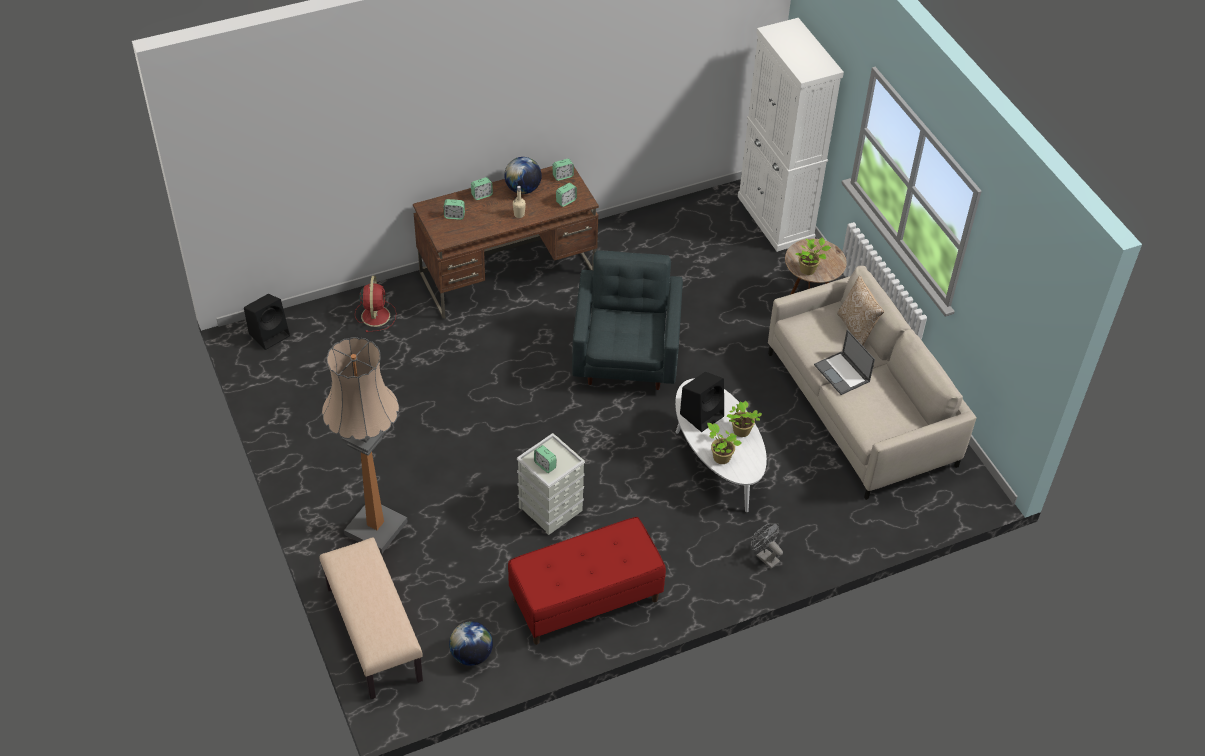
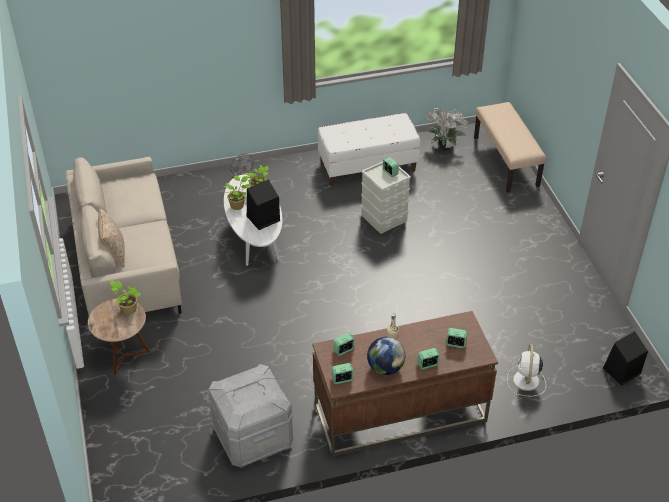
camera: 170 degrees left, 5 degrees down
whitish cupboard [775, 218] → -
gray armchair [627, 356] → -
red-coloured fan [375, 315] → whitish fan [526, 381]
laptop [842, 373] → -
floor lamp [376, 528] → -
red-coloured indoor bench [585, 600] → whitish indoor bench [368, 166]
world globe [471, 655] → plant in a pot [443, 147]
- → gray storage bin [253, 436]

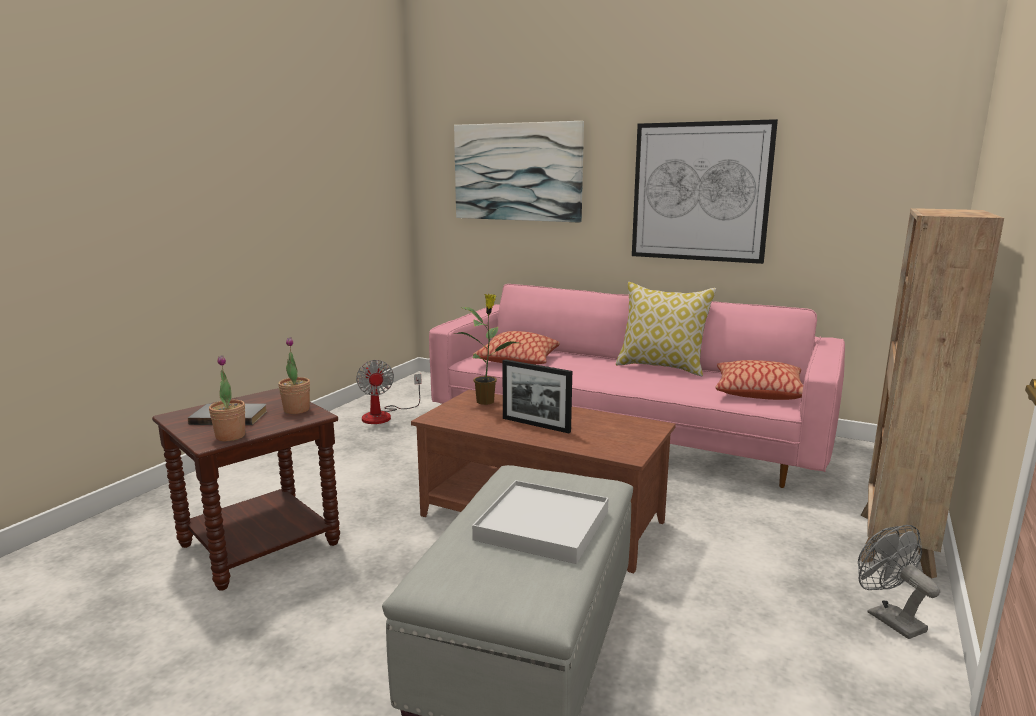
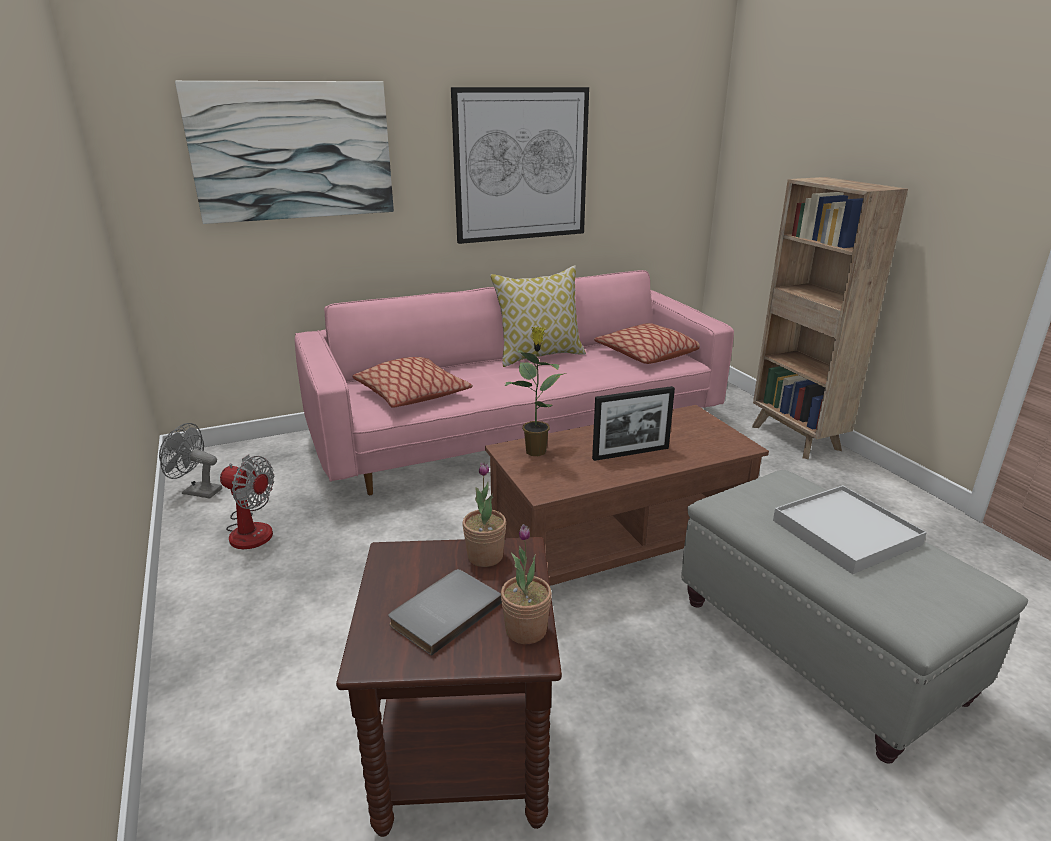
camera: 50 degrees left, 10 degrees up
gray fan [888, 618] → gray fan [197, 491], shifted

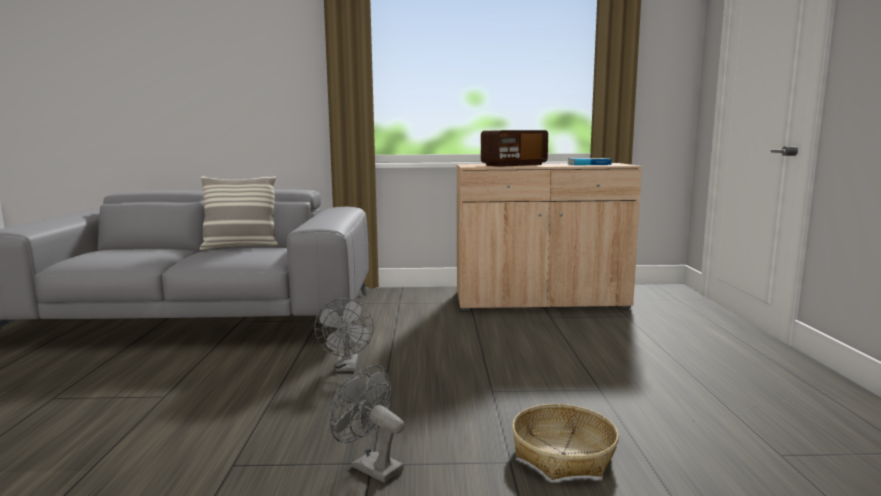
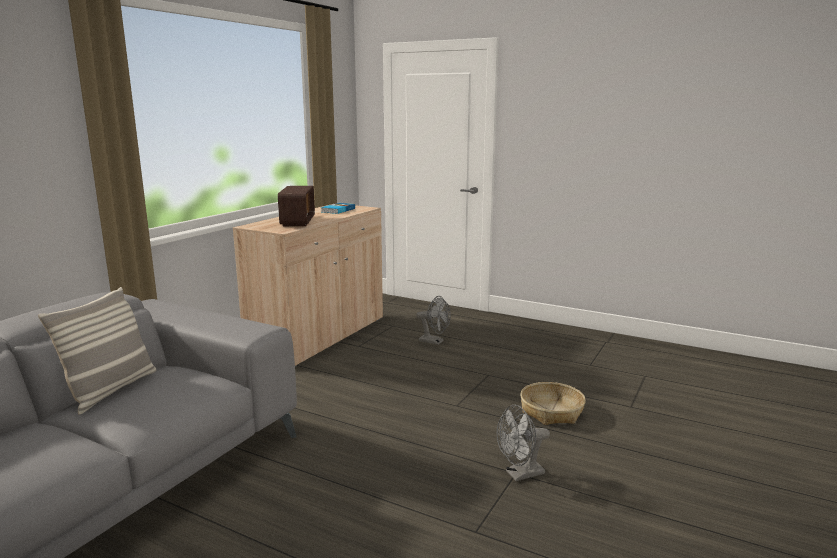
camera: 60 degrees left, 5 degrees up
gray fan [347, 367] → gray fan [434, 342], shifted

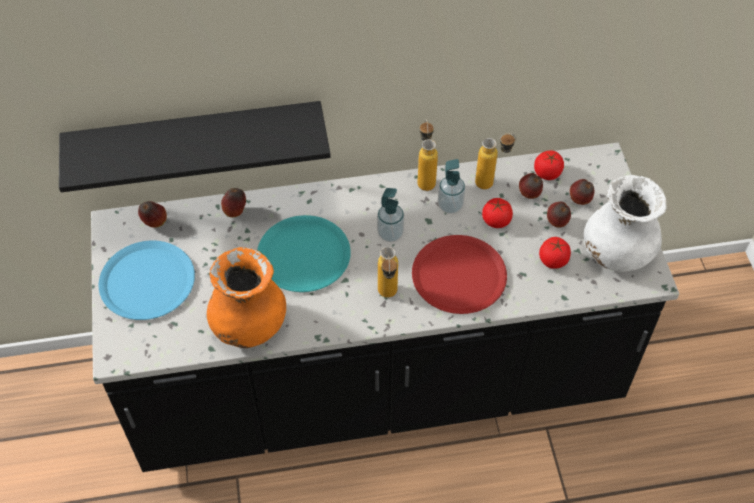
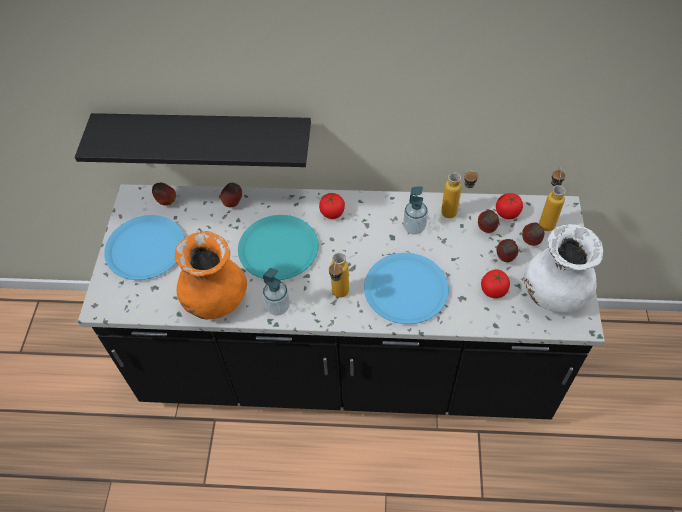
camera: 15 degrees right, 0 degrees up
beverage bottle [425, 178] → beverage bottle [546, 220], shifted
soap dispenser [390, 234] → soap dispenser [278, 307], shifted
whole tomato [496, 221] → whole tomato [332, 213], shifted
red-coloured plate [459, 275] → blue-coloured plate [406, 289]

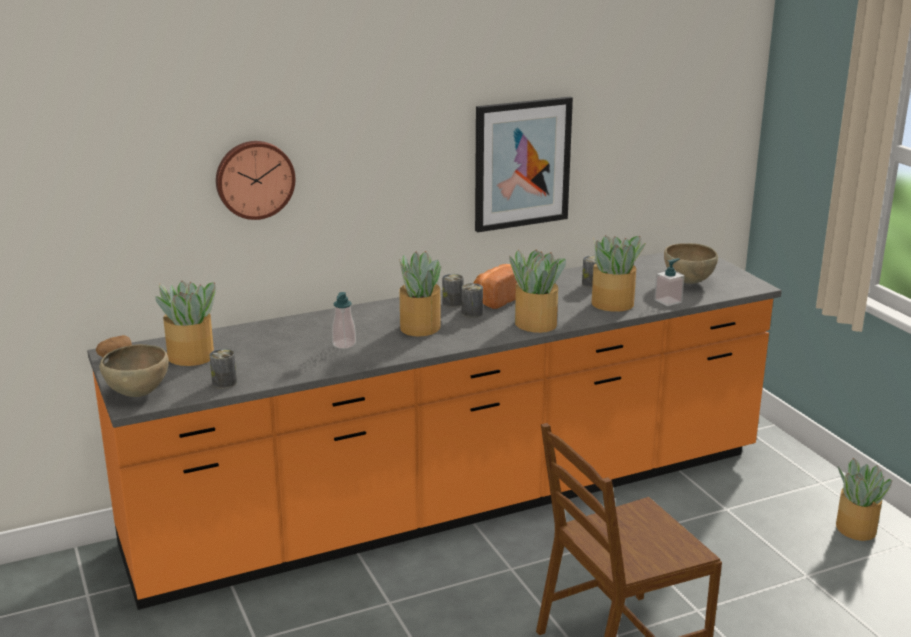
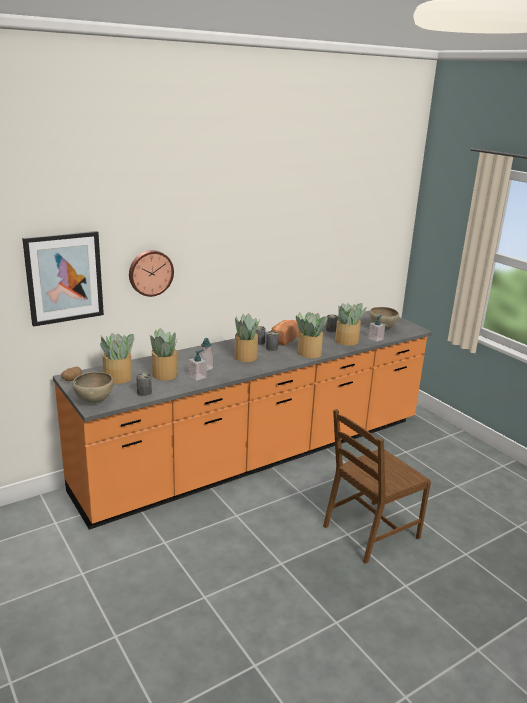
camera: 10 degrees left, 0 degrees up
wall picture [522, 163] → wall picture [64, 277], shifted
plant in a pot [856, 529] → plant in a pot [164, 374], shifted
- → soap dispenser [197, 377]

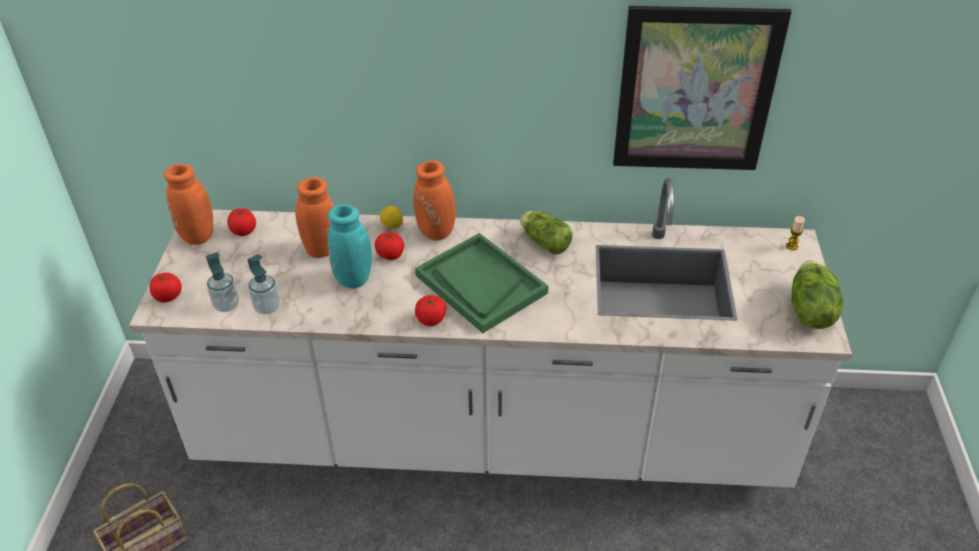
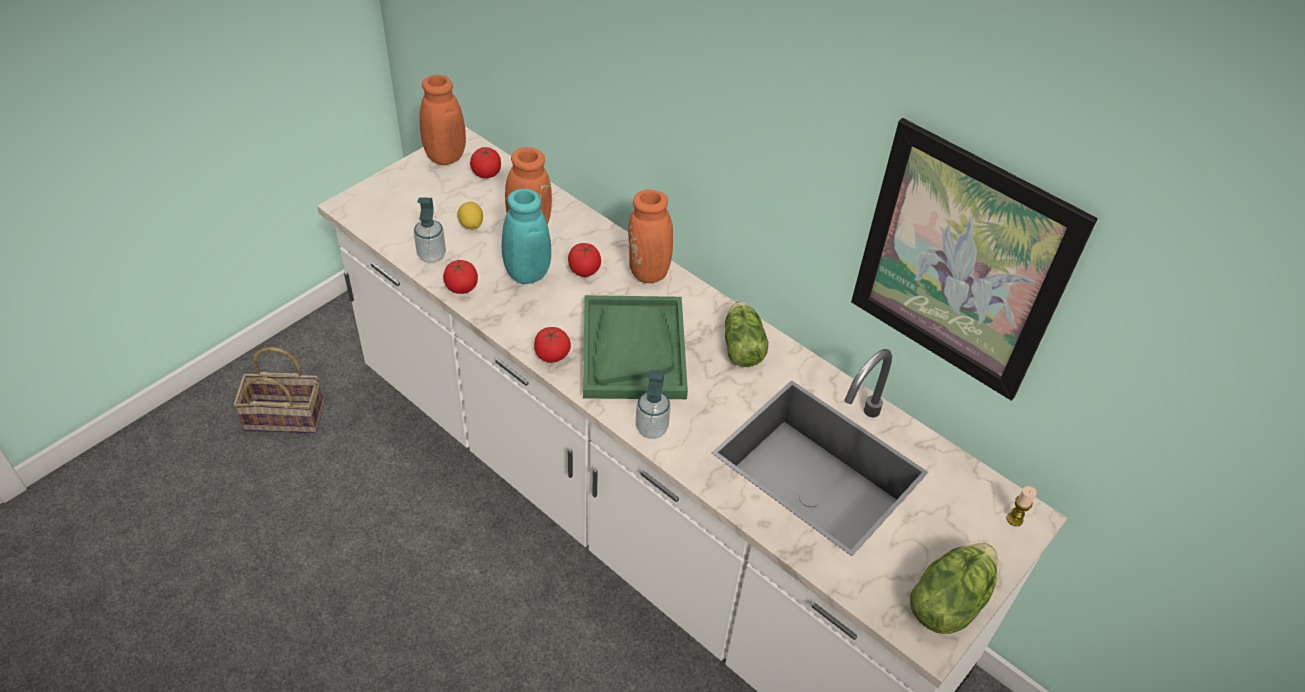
camera: 35 degrees right, 5 degrees up
citrus fruit [392, 226] → citrus fruit [471, 225], shifted
soap dispenser [226, 305] → soap dispenser [651, 428], shifted
whole tomato [168, 296] → whole tomato [461, 287], shifted

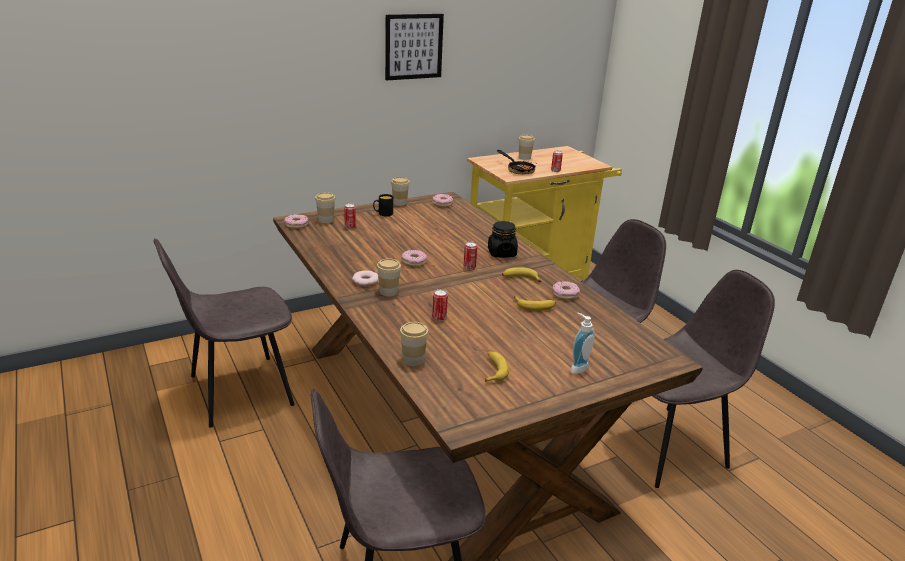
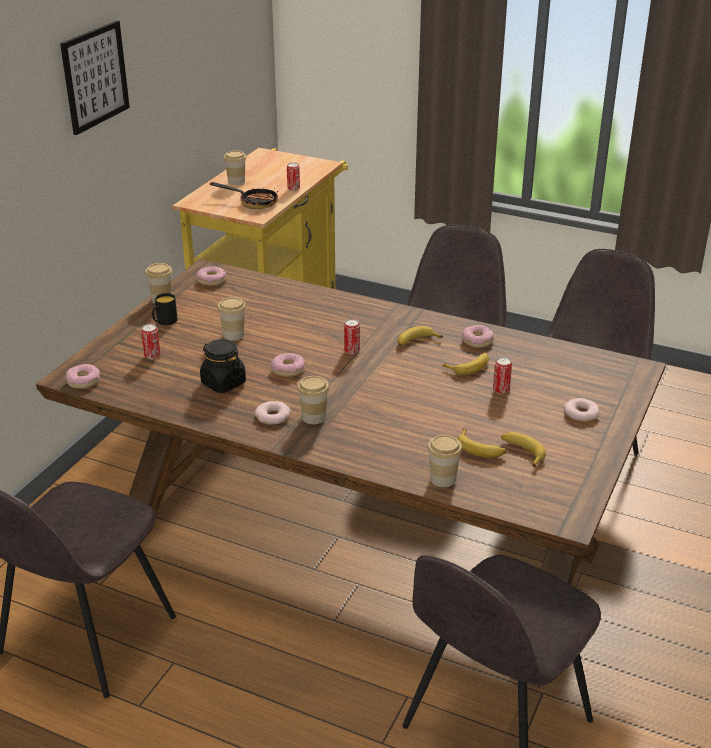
camera: 35 degrees left, 5 degrees up
small cup [326, 220] → small cup [233, 335], shifted
black preserve jar [501, 253] → black preserve jar [223, 383], shifted
metal can [439, 318] → metal can [501, 390], shifted
soap dispenser [577, 367] → ring doughnut [581, 413]
- → banana [480, 449]

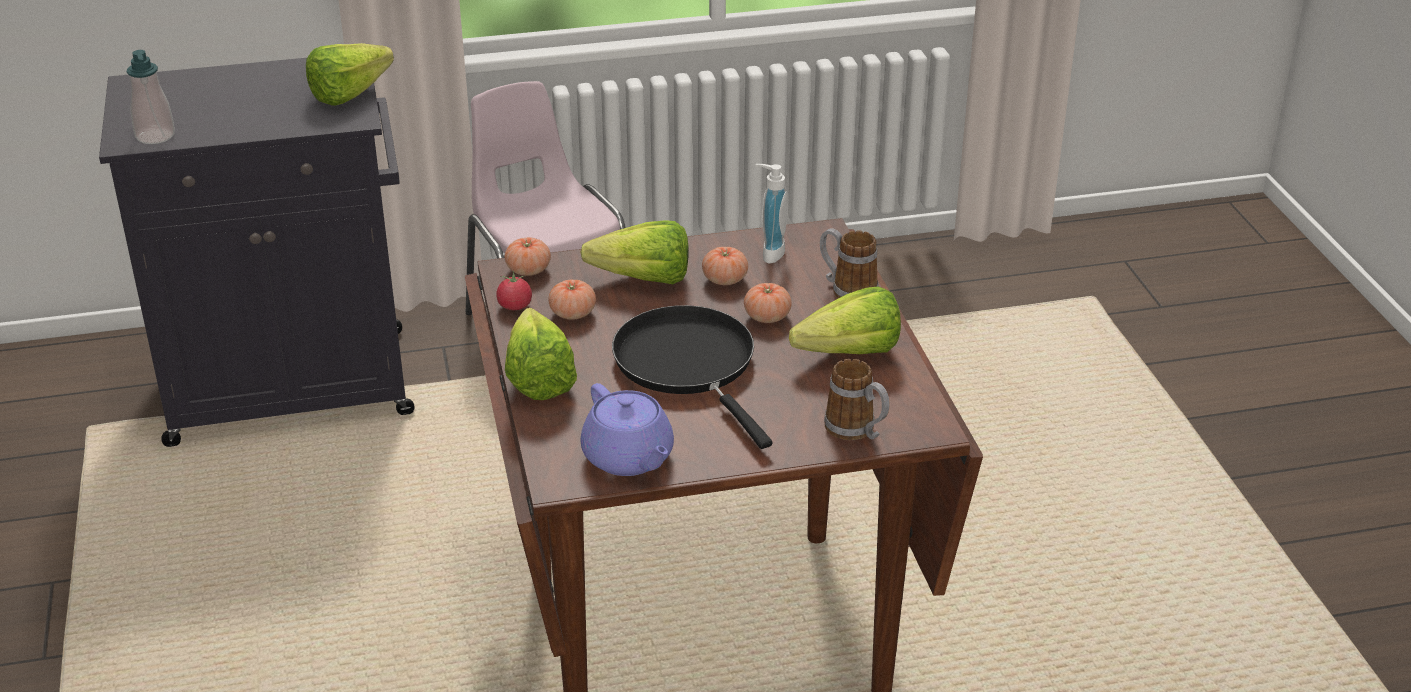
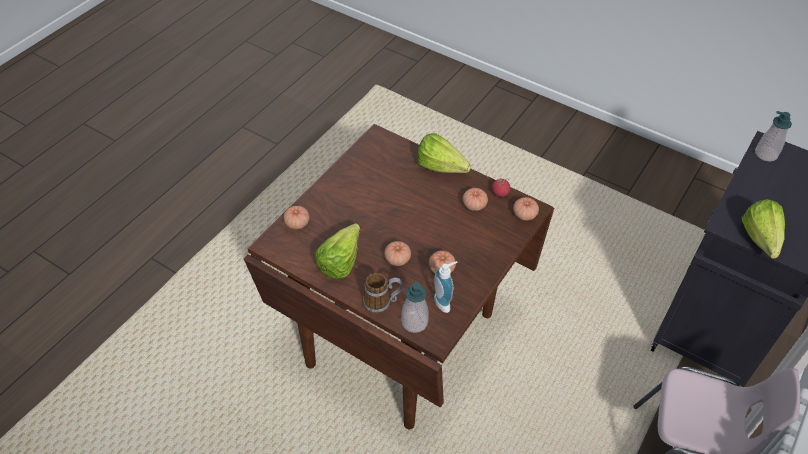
camera: 135 degrees right, 15 degrees up
lettuce head [635, 279] → -
black pan [689, 365] → -
mug [857, 431] → whole tomato [297, 223]
purple teapot [629, 458] → -
- → soap dispenser [414, 322]

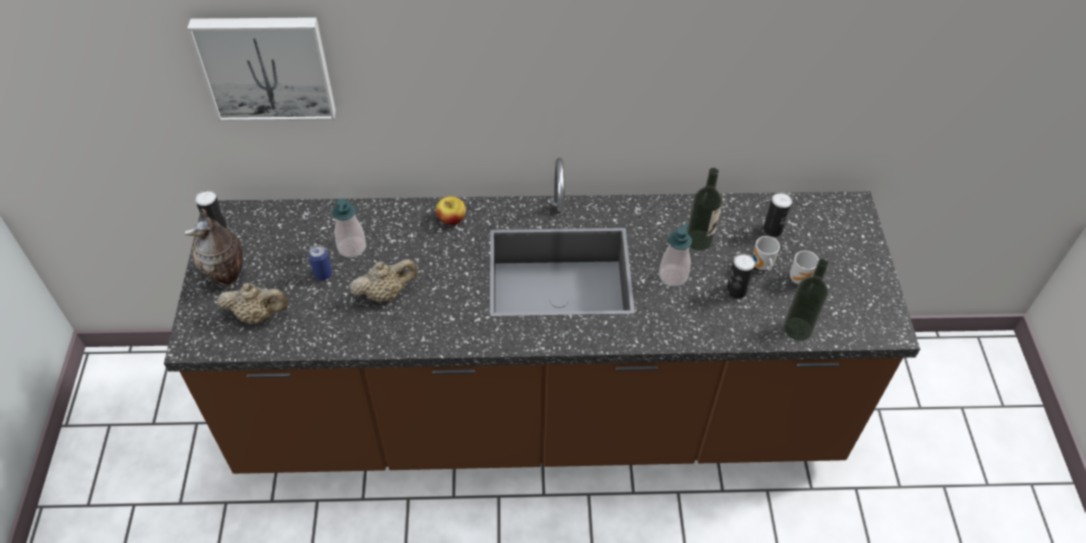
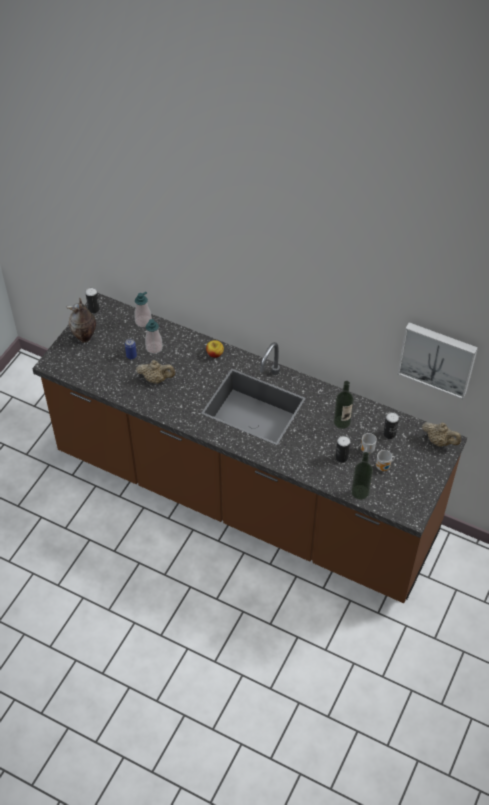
camera: 30 degrees right, 0 degrees up
wall picture [266, 66] → wall picture [437, 358], shifted
soap dispenser [673, 275] → soap dispenser [143, 321], shifted
beige-coloured teapot [258, 314] → beige-coloured teapot [439, 441], shifted

